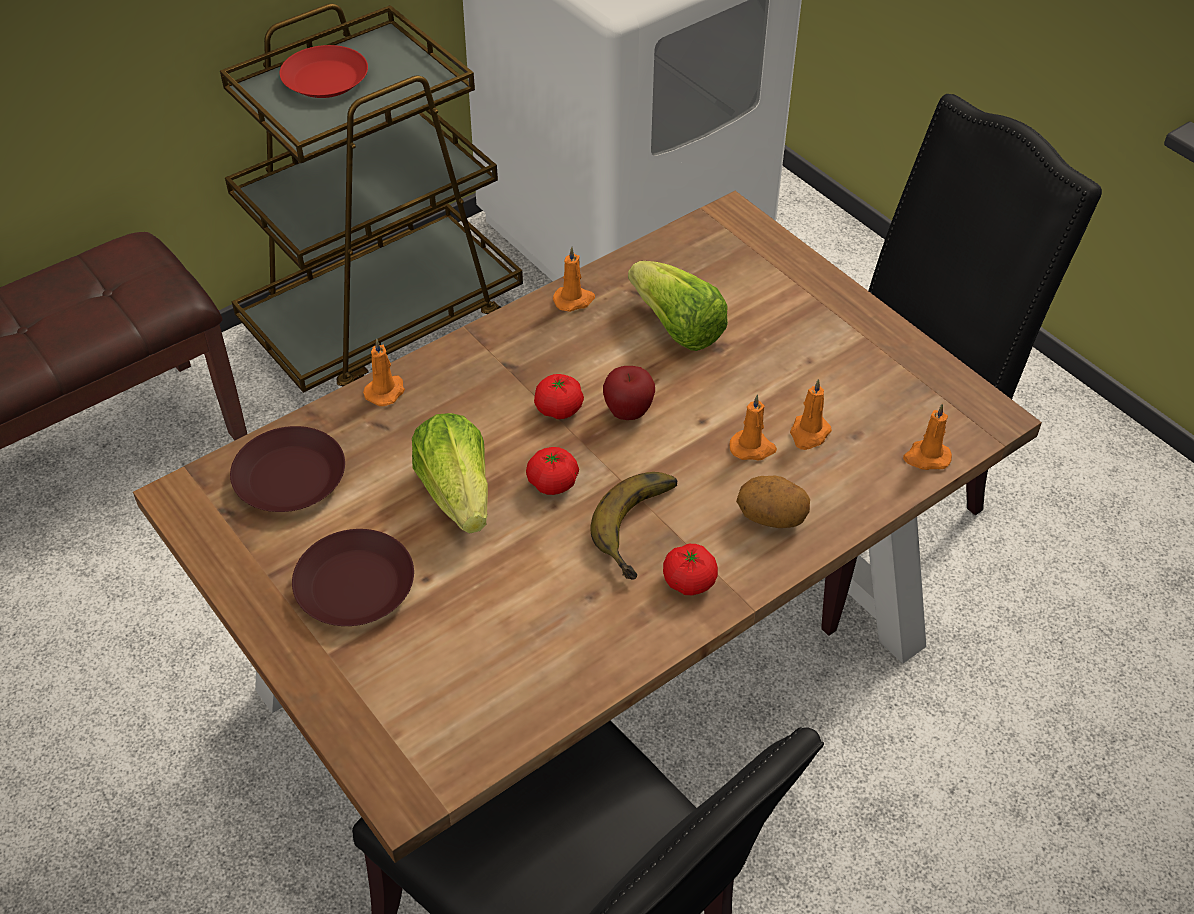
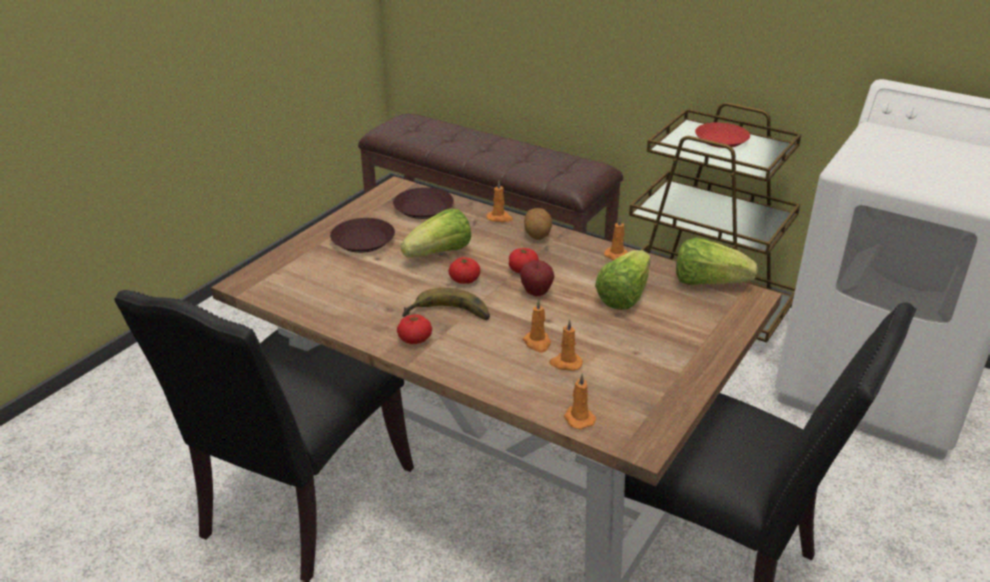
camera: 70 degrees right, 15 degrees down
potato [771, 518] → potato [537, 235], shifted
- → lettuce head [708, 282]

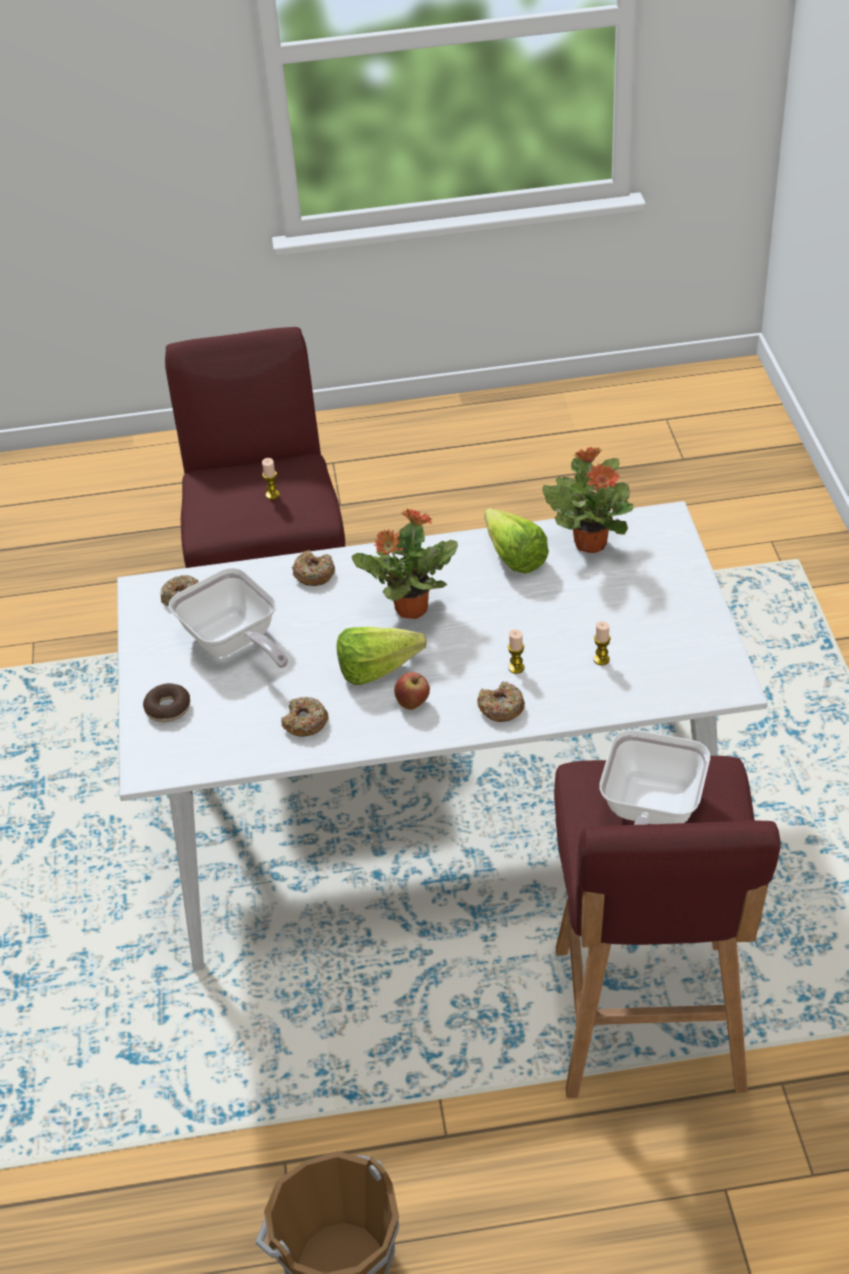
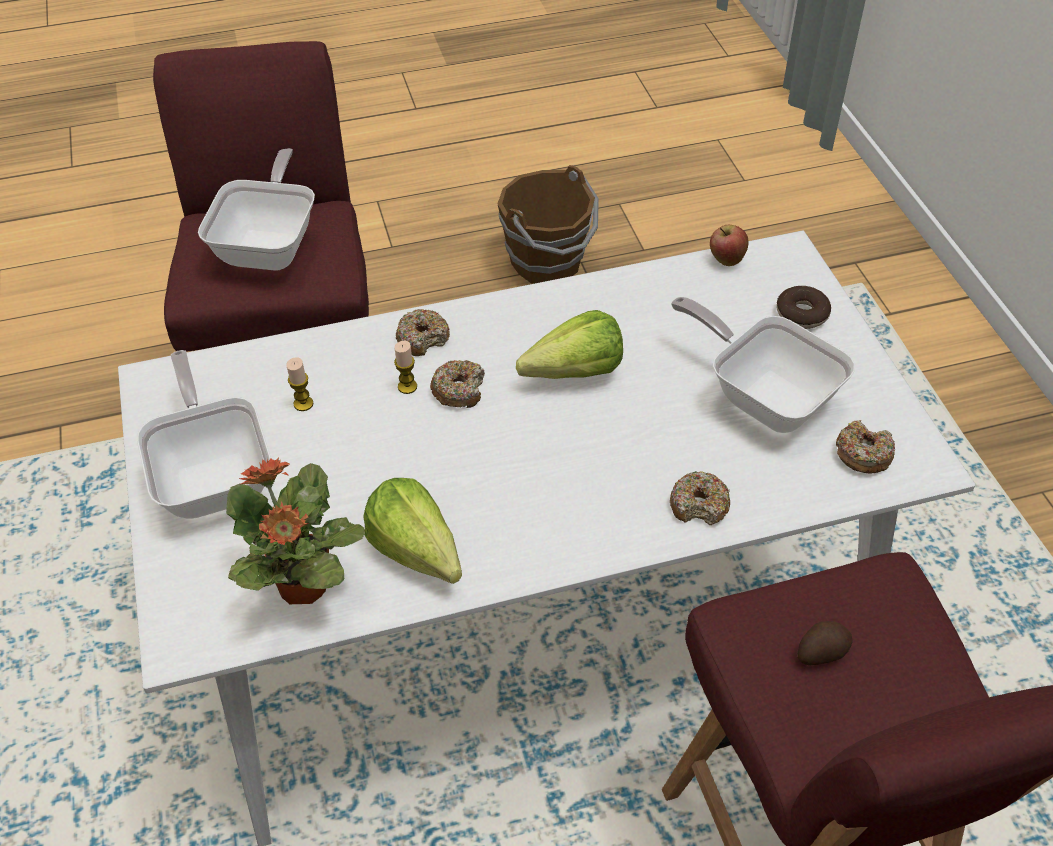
camera: 170 degrees right, 5 degrees up
candle [272, 495] → potato [821, 651]
plant in a pot [410, 609] → -
apple [413, 703] → apple [726, 260], shifted
ring doughnut [305, 722] → ring doughnut [459, 390], shifted
- → pan [214, 475]

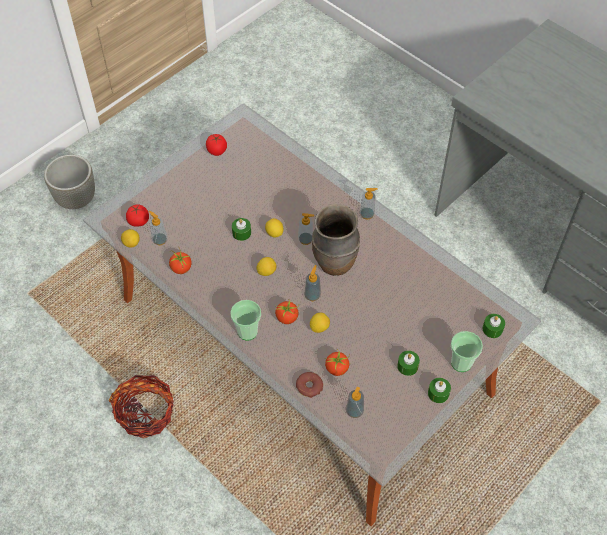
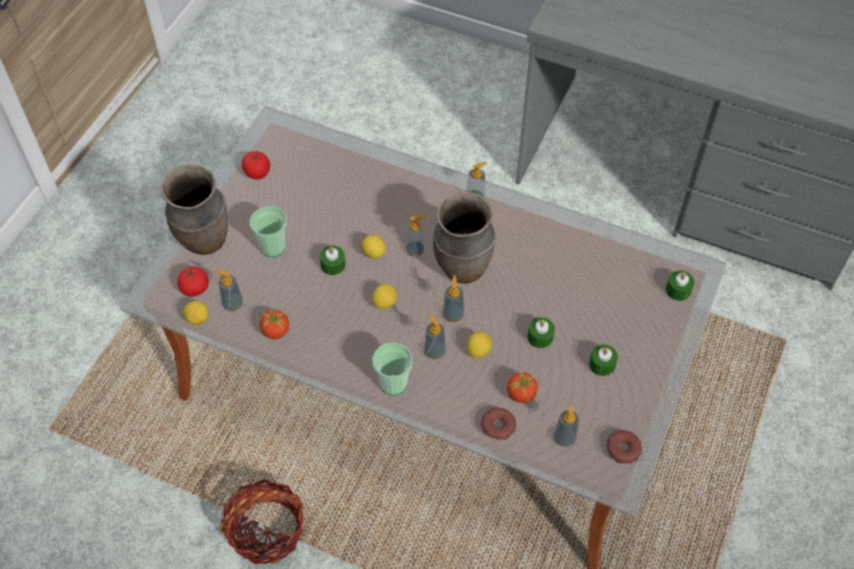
camera: 20 degrees left, 0 degrees up
gray flower pot [76, 199] → -
whole tomato [287, 318] → soap dispenser [434, 351]
small cup [461, 363] → small cup [273, 247], shifted
green-coloured candle [438, 393] → green-coloured candle [540, 337], shifted
- → brown decorative vase [204, 241]
- → ring doughnut [623, 449]

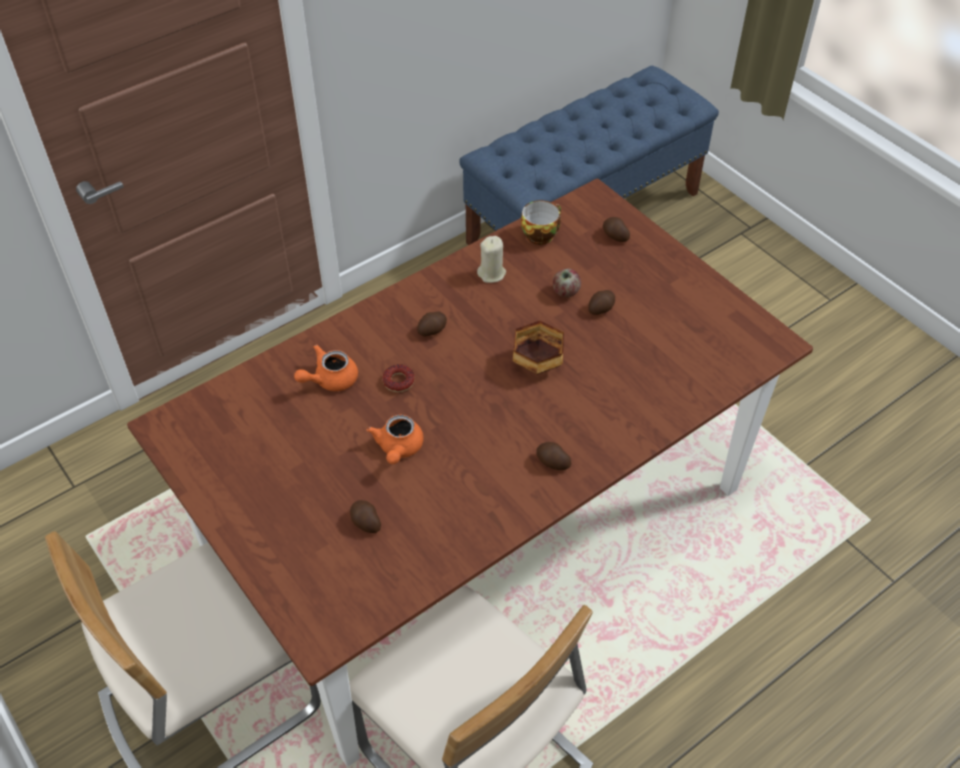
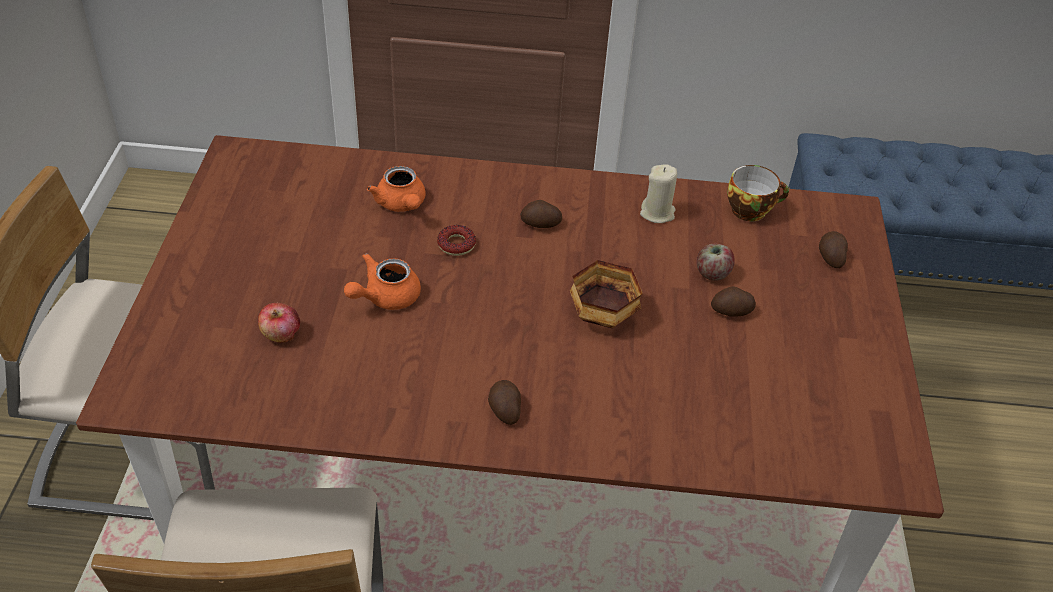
camera: 40 degrees right, 5 degrees down
orange teapot [330, 379] → orange teapot [402, 205], 120 degrees counterclockwise
potato [365, 522] → apple [281, 334]

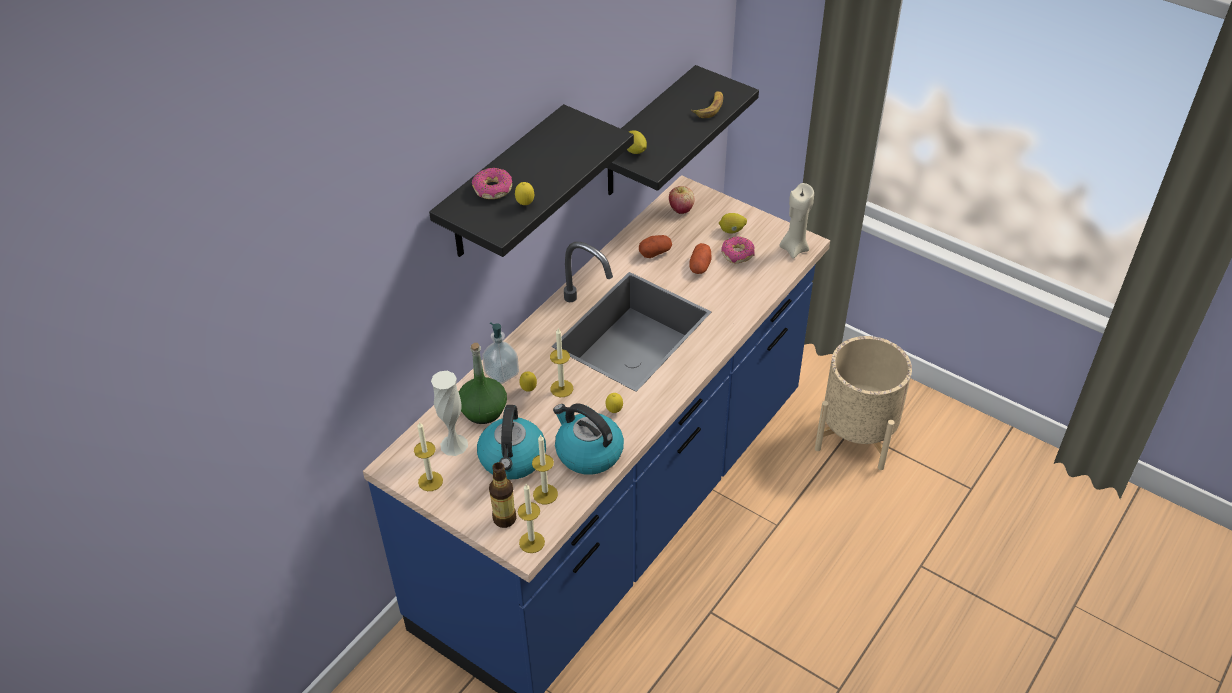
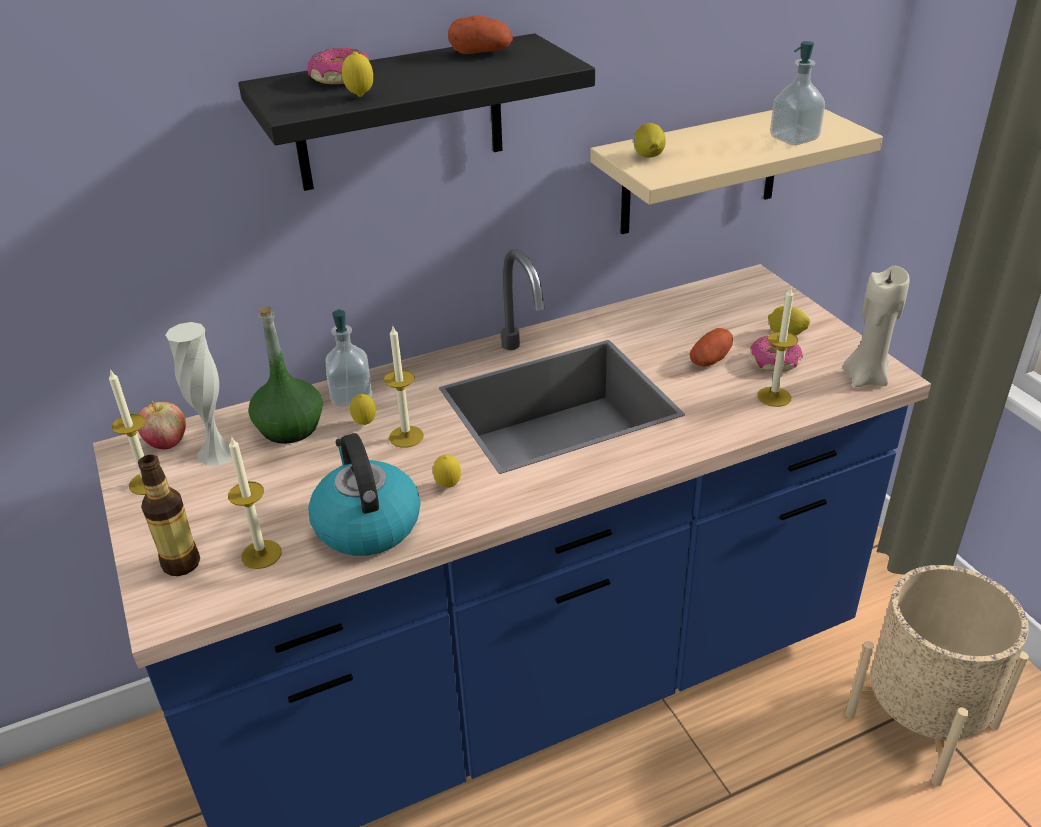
camera: 30 degrees right, 10 degrees down
black bracket shelf [645, 134] → beige-coloured bracket shelf [700, 170]
banana [710, 107] → soap dispenser [794, 138]
apple [681, 209] → apple [167, 442], shifted
potato [655, 252] → potato [481, 52], shifted
water kettle [512, 459] → -
candle [532, 542] → candle [774, 396], shifted

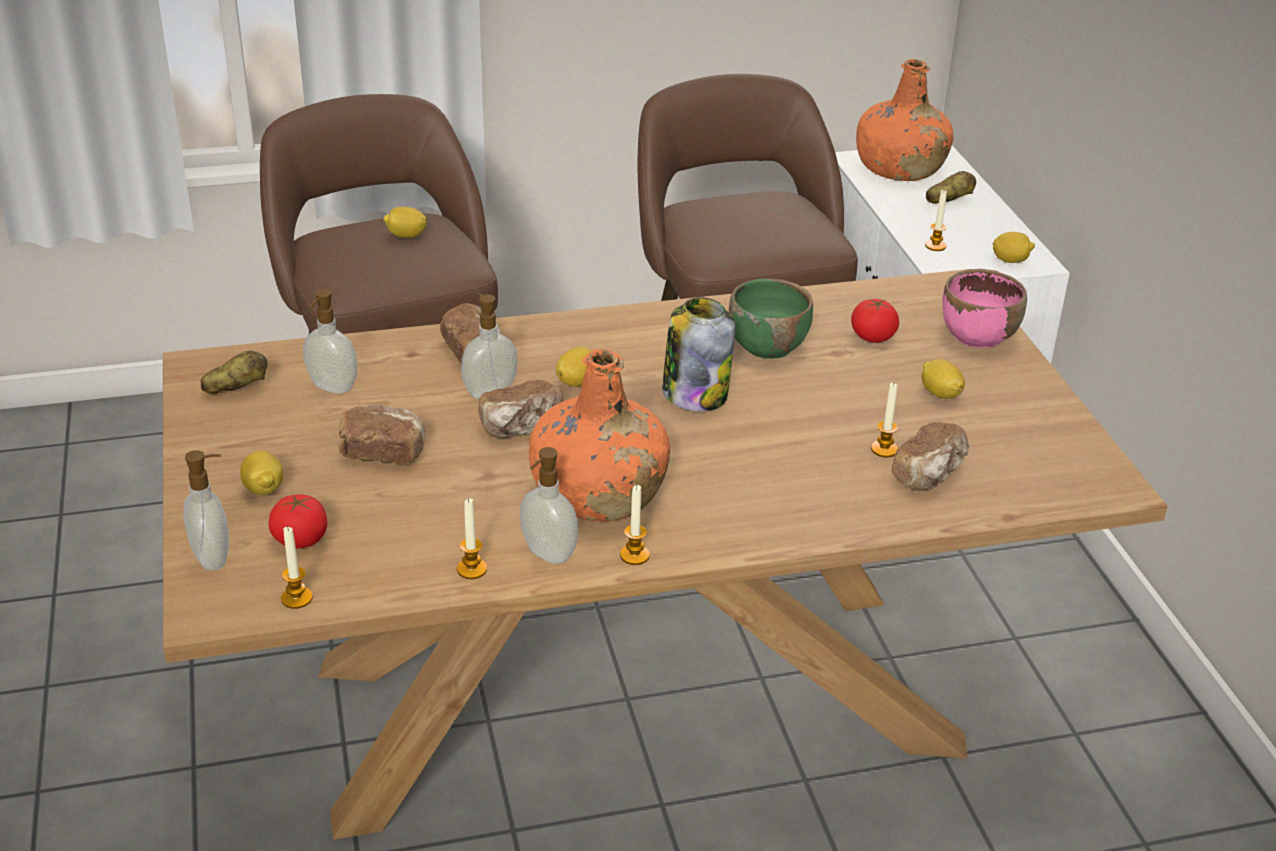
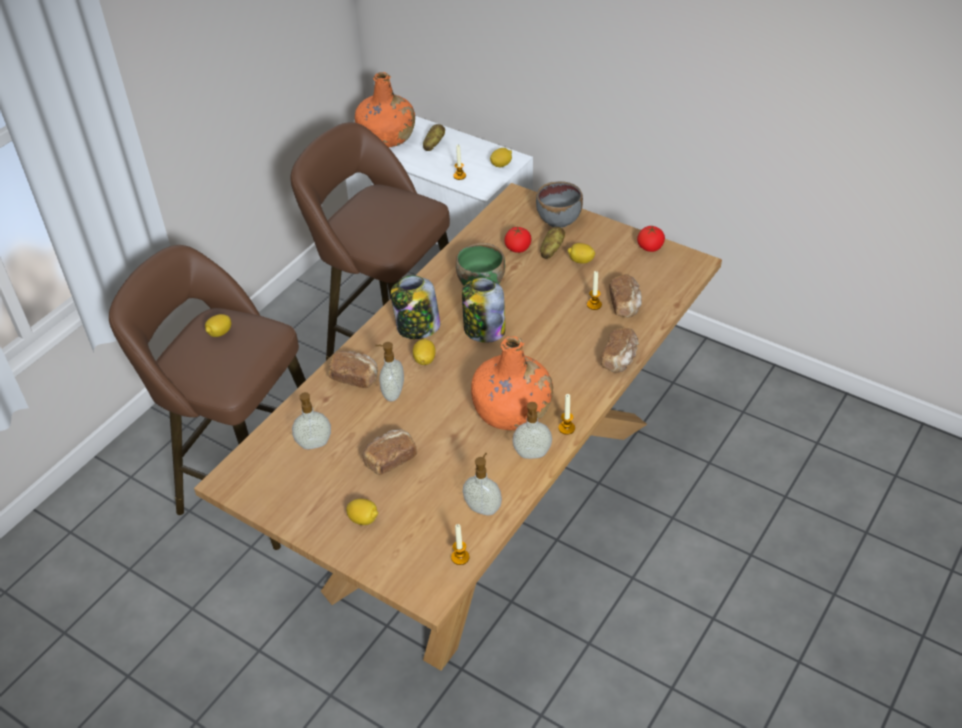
camera: 40 degrees left, 10 degrees up
pink-coloured bowl [977, 336] → gray bowl [559, 220]
potato [236, 388] → potato [551, 250], shifted
bread [522, 427] → bread [620, 359], shifted
soap dispenser [214, 557] → soap dispenser [483, 507], shifted
whole tomato [300, 539] → whole tomato [650, 247], shifted
candle [472, 569] → -
- → preserve jar [417, 327]

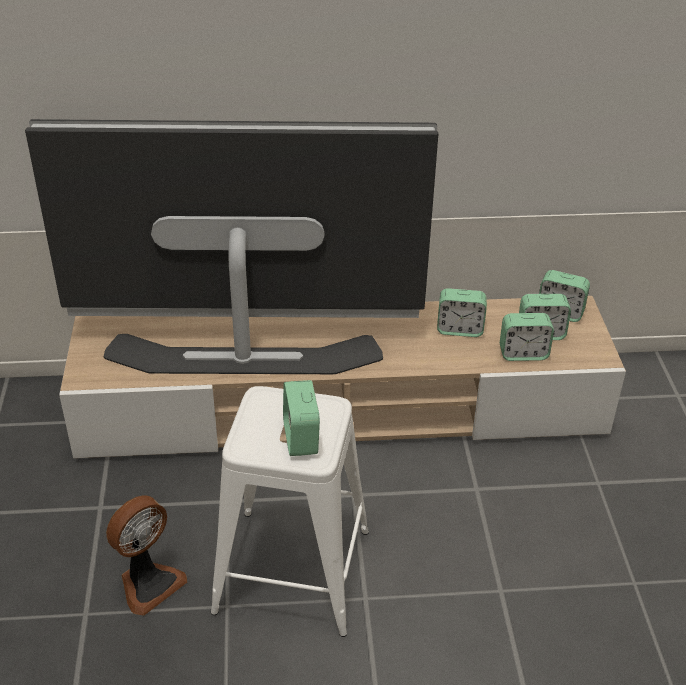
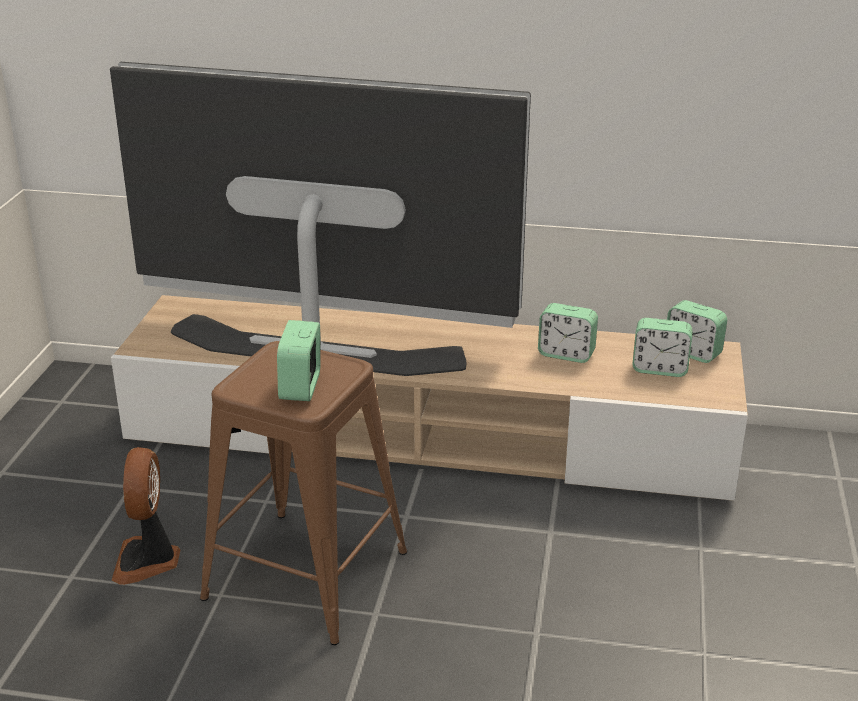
camera: 15 degrees right, 10 degrees down
bedside clock [523, 353] → -
whitish sitting stool [293, 571] → brown sitting stool [306, 575]
fan [148, 583] → fan [148, 561], 120 degrees clockwise

